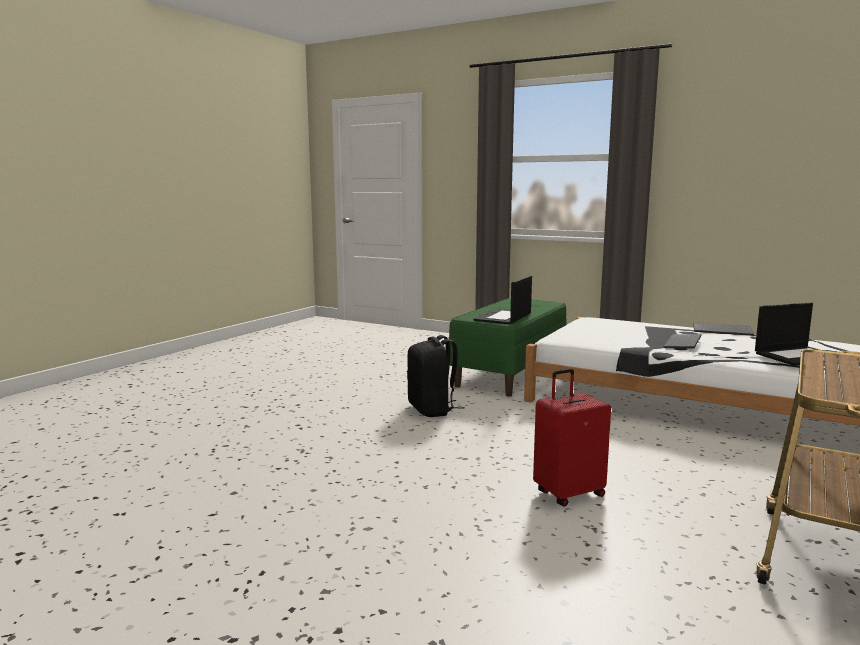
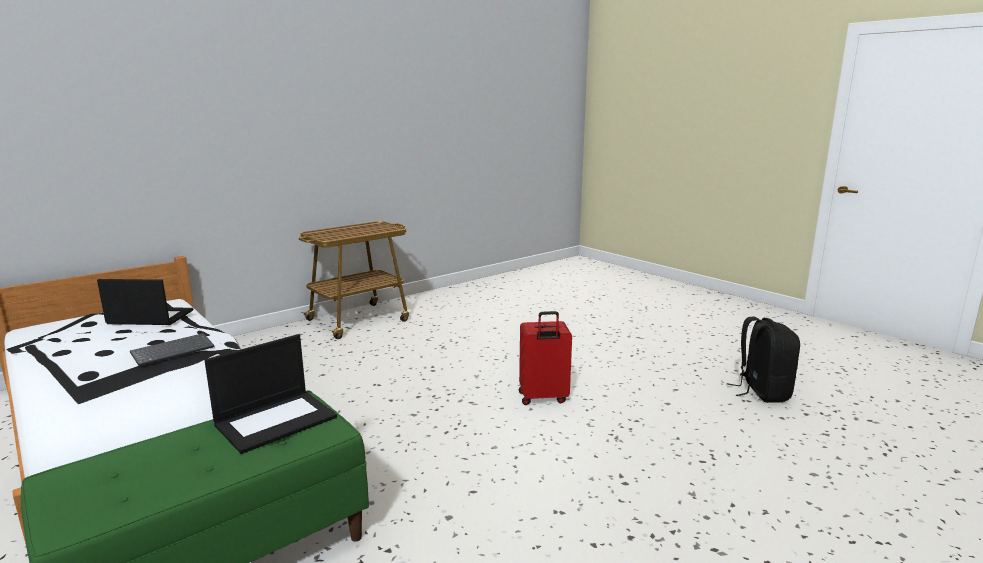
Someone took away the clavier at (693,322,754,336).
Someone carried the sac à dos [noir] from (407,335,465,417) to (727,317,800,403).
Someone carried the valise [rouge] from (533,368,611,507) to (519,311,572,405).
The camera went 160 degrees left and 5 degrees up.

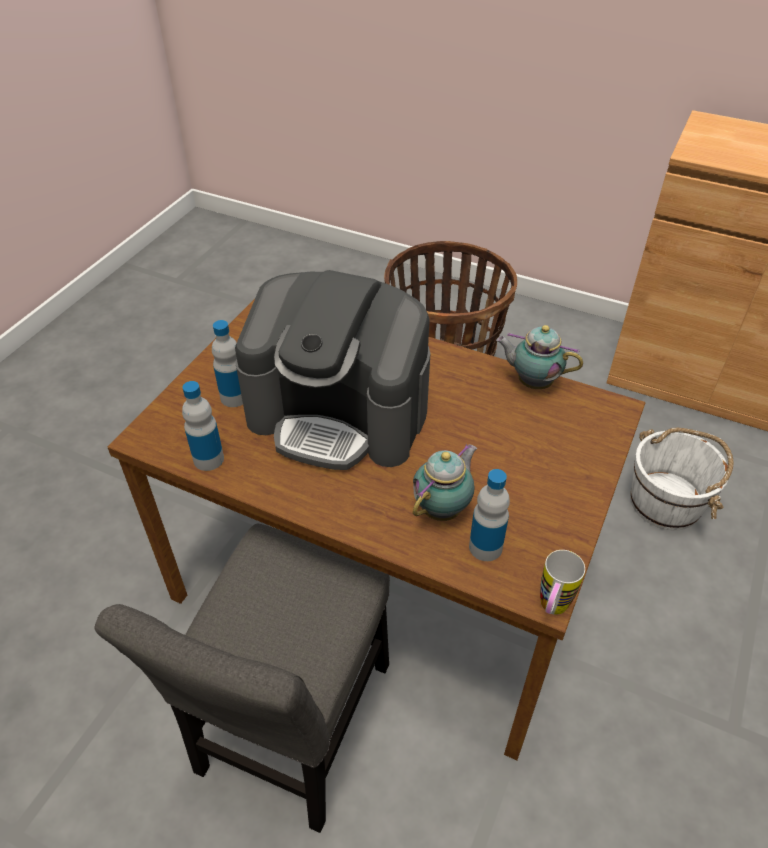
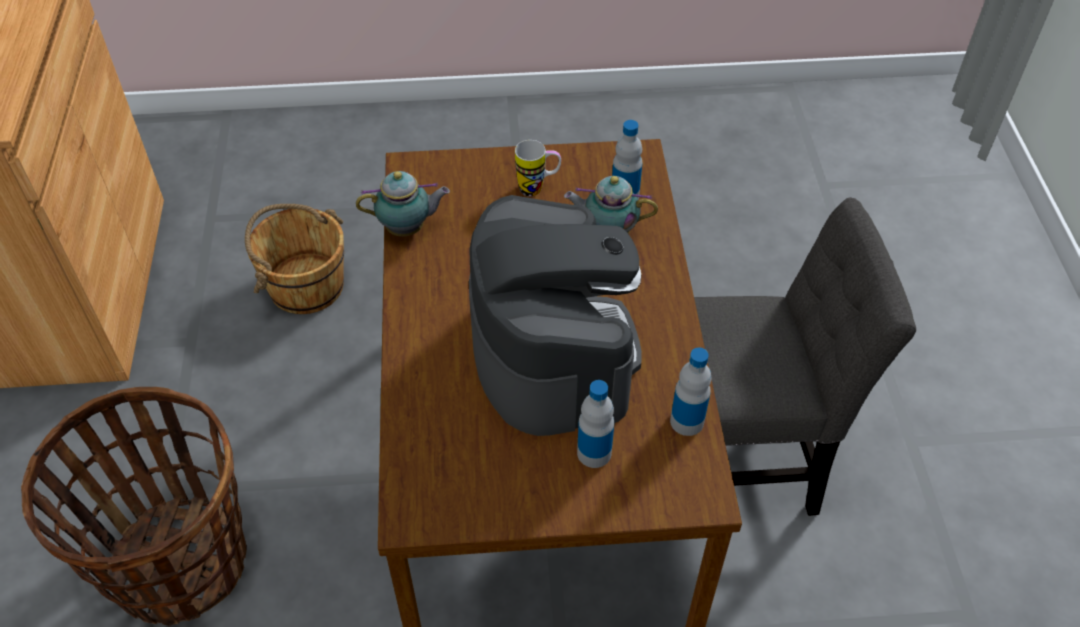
Someone rotated the théière at (496,325,583,389) by 90 degrees counterclockwise.
Someone repainted the seau [blanc] at (630,428,733,530), which became the seau [marron] at (245,204,344,314).
Someone carried the mug from (540,550,585,615) to (515,140,561,197).
The camera went 120 degrees left and 5 degrees up.

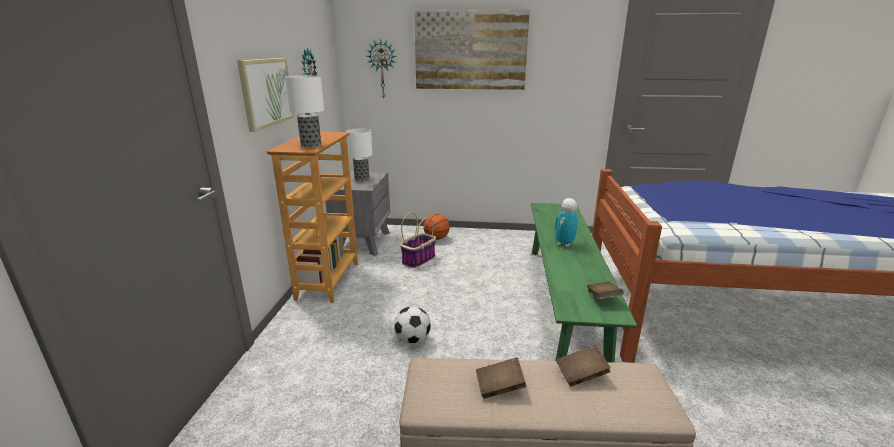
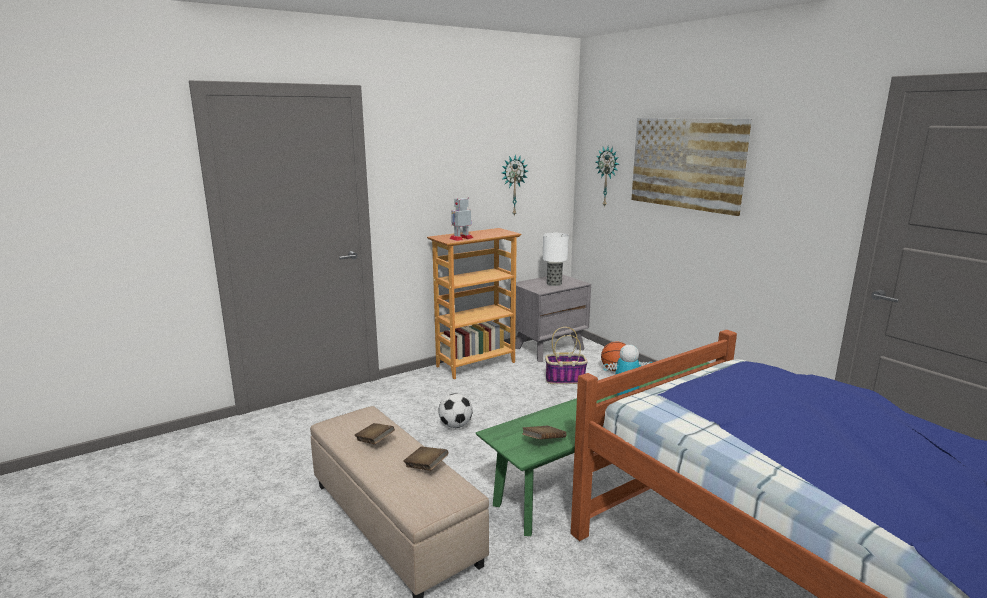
Someone took away the tableau at (237,58,294,132).
Someone swapped the lampe de table at (285,75,324,148) for the robot jouet at (450,198,473,241).
The camera went 50 degrees right and 5 degrees down.

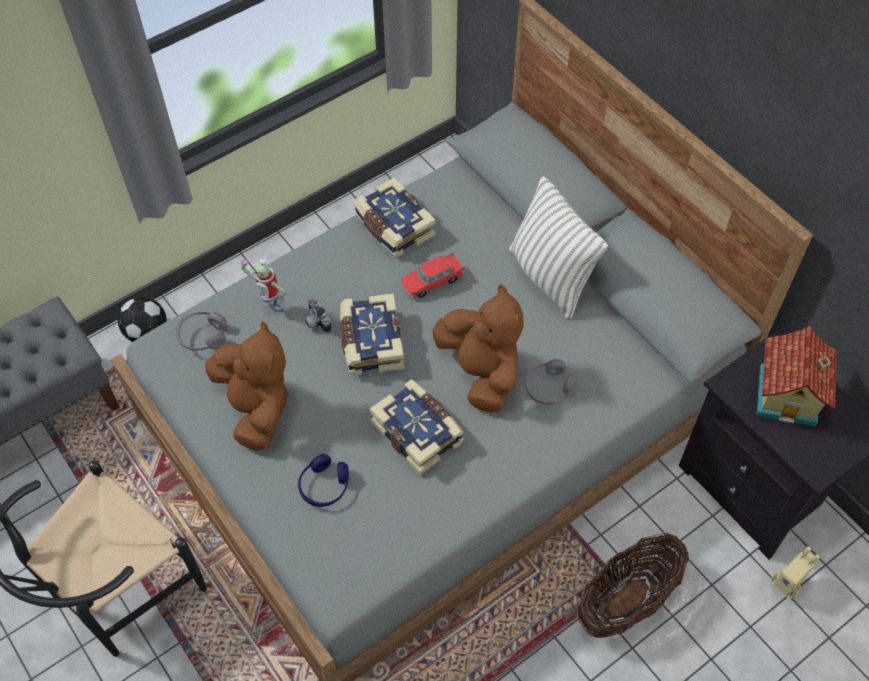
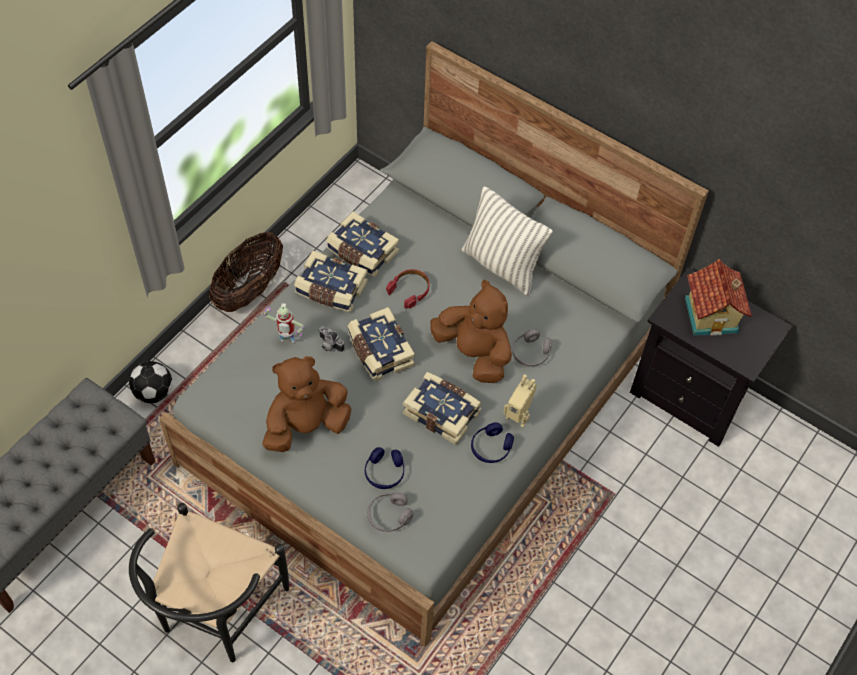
Someone swapped the petite voiture at (401,253,464,298) for the casque audio [rouge] at (386,269,430,308).
Someone carried the casque audio [gris] from (176,312,227,351) to (367,492,414,532).
Someone rotated the peluche [marron] at (205,321,289,451) by 75 degrees counterclockwise.
Someone carried the panier from (577,533,689,638) to (209,232,283,312).
Someone carried the robot jouet from (771,547,820,600) to (503,375,537,427).
Someone put down the livre at (294,251,368,312).
Someone put down the casque audio [bleu] at (471,422,514,463).
The camera went 20 degrees left and 0 degrees up.

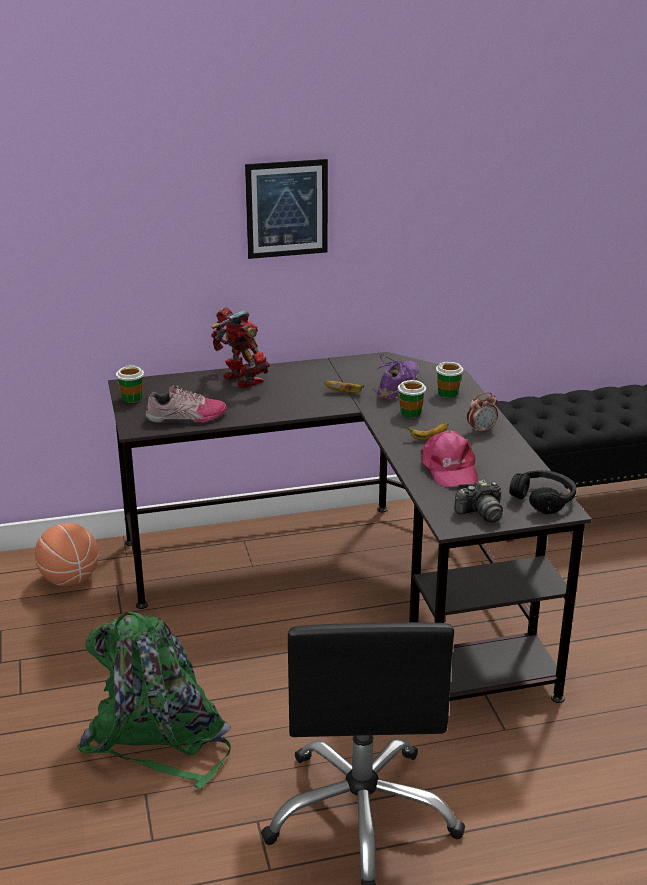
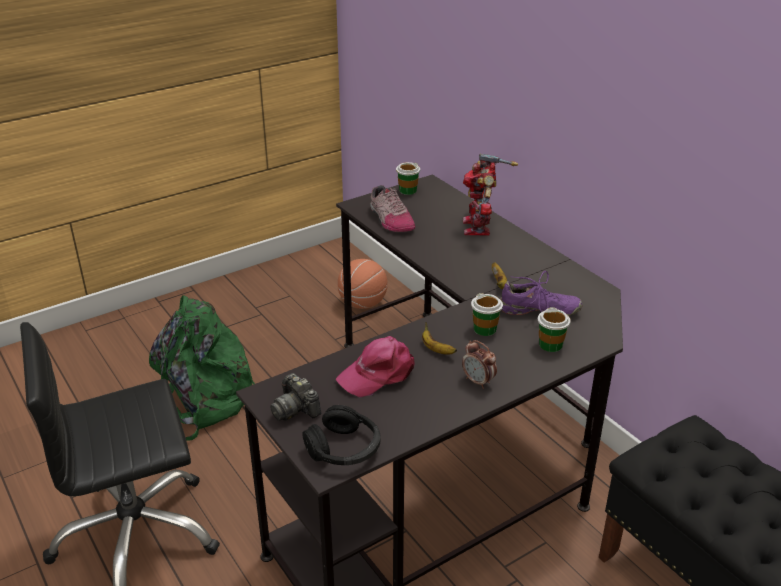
Someone took away the tableau at (245,159,328,259).
Someone rotated the robot jouet at (211,307,270,388) by 150 degrees clockwise.
The camera went 70 degrees right and 5 degrees up.

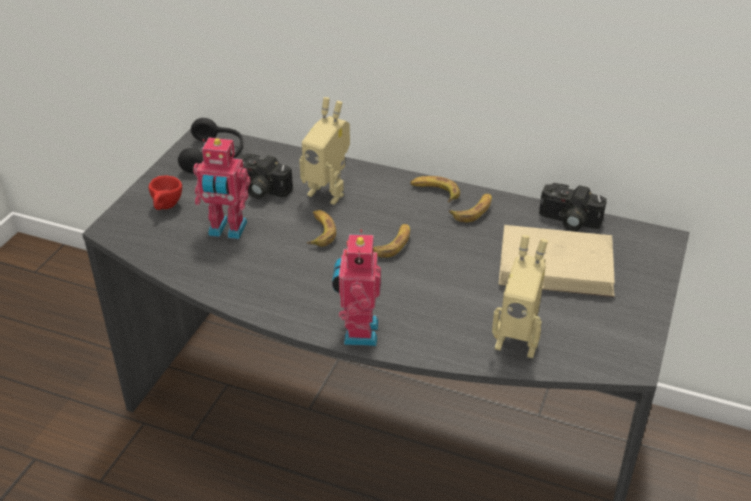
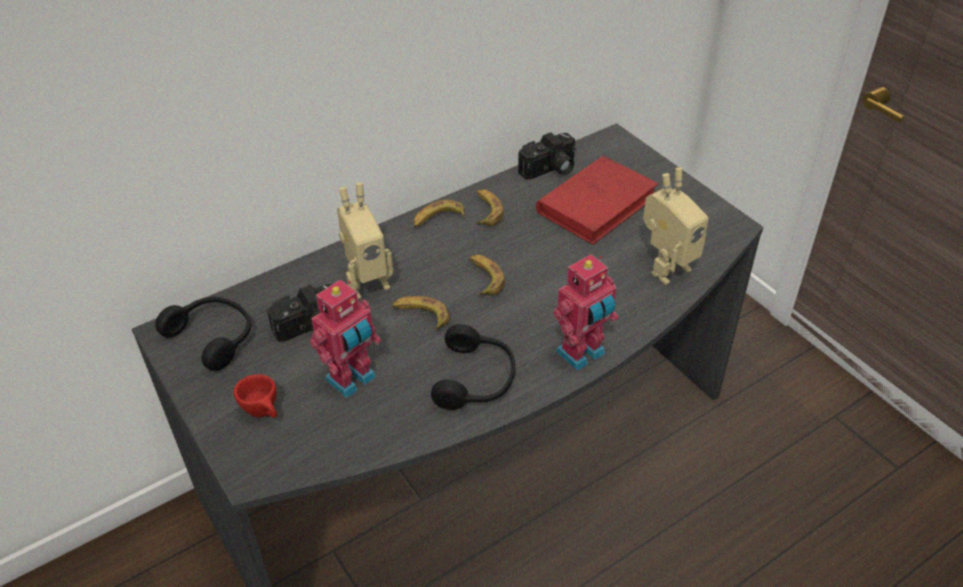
Someone repainted the livre [beige] at (498,225,615,297), which became the livre [rouge] at (536,156,658,245).
Someone rotated the robot jouet at (332,229,381,346) by 75 degrees counterclockwise.
Someone put down the casque audio [noir] at (431,324,516,410).
The camera went 55 degrees left and 5 degrees up.

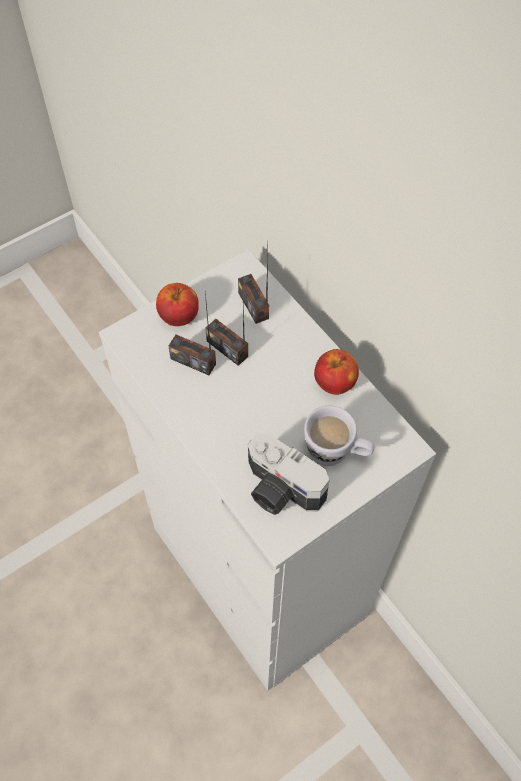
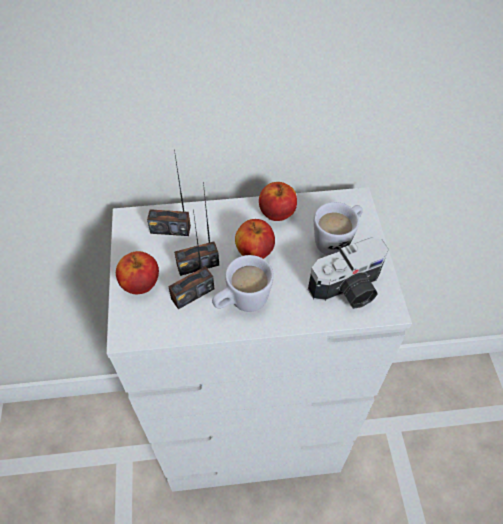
Someone put down the pomme at (235,219,275,259).
Someone put down the mug [blanc] at (212,255,274,312).
The camera went 60 degrees left and 5 degrees down.

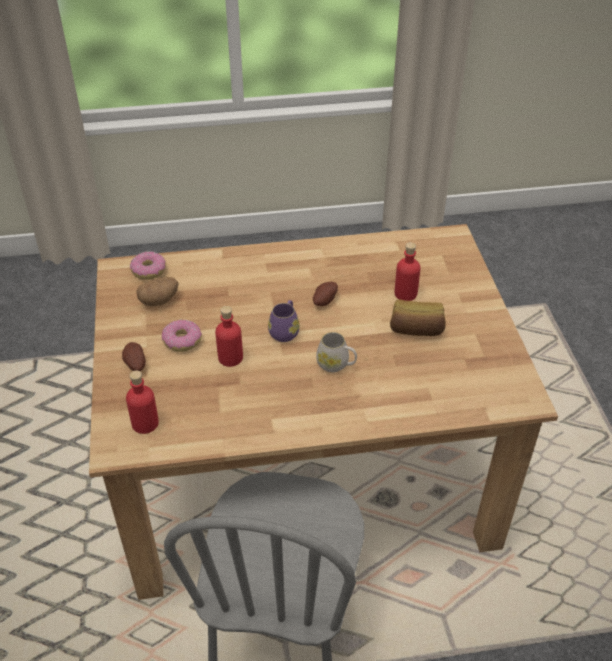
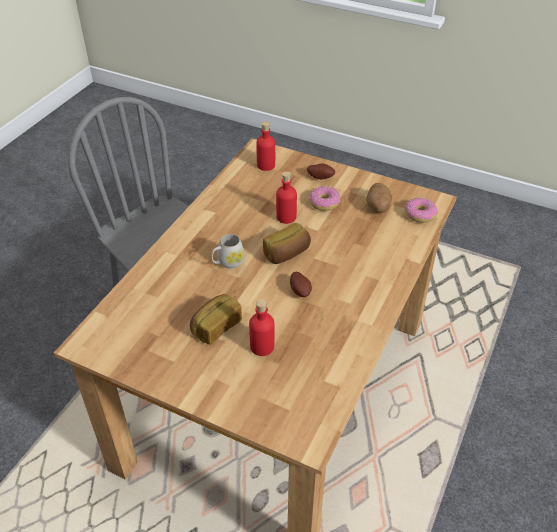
Someone swapped the mug [violet] at (268,300,300,342) for the pain at (263,223,311,264).
The camera went 125 degrees right and 0 degrees up.

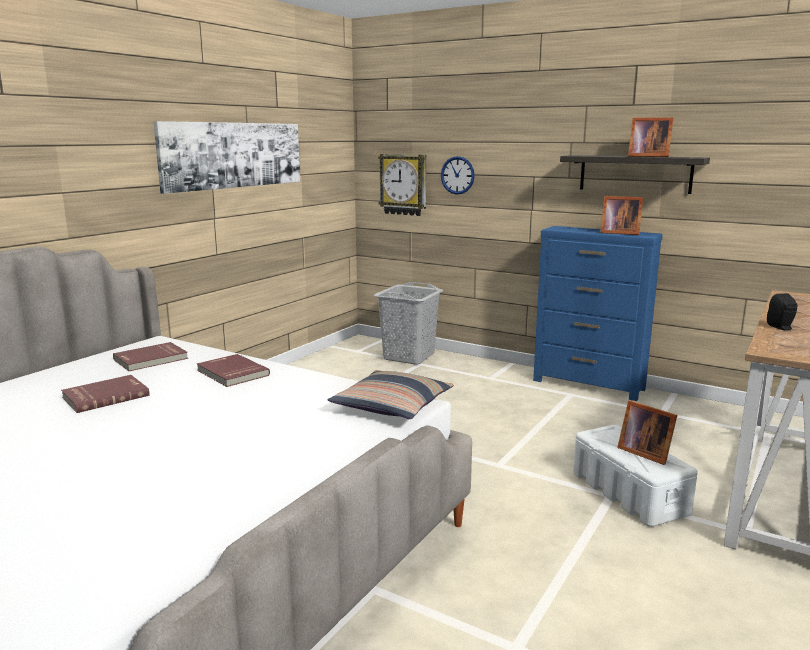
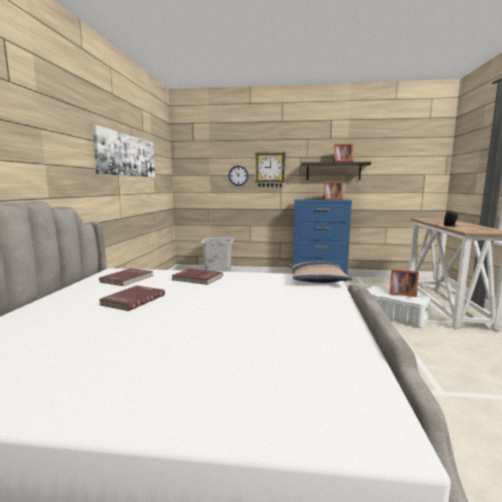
Someone carried the horloge murale from (378,154,426,216) to (255,152,286,187).
The camera went 25 degrees left and 5 degrees down.

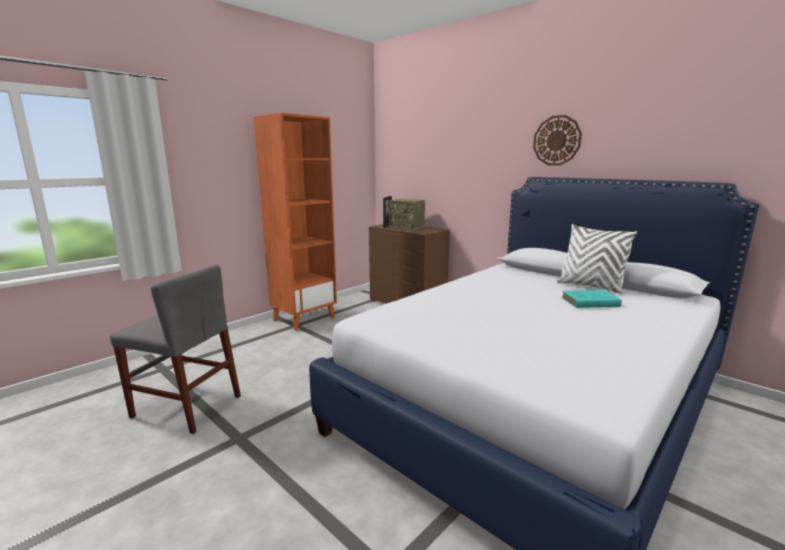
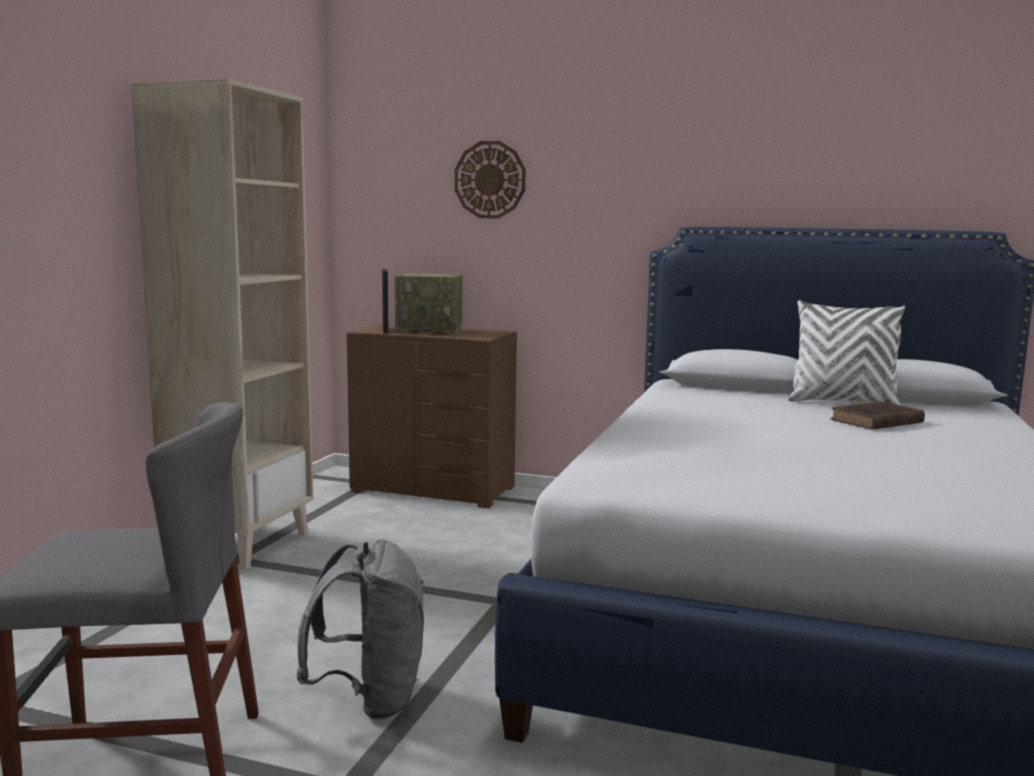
Someone repainted the bibliothèque [orange] at (254,113,337,331), which became the bibliothèque [beige] at (131,79,313,570).
Someone carried the horloge murale from (533,115,582,166) to (454,141,526,219).
Someone repainted the livre [turquoise] at (562,290,622,308), which became the livre [marron] at (831,402,925,430).
Someone put down the sac à dos [gris] at (296,540,424,720).
The camera went 25 degrees left and 5 degrees down.

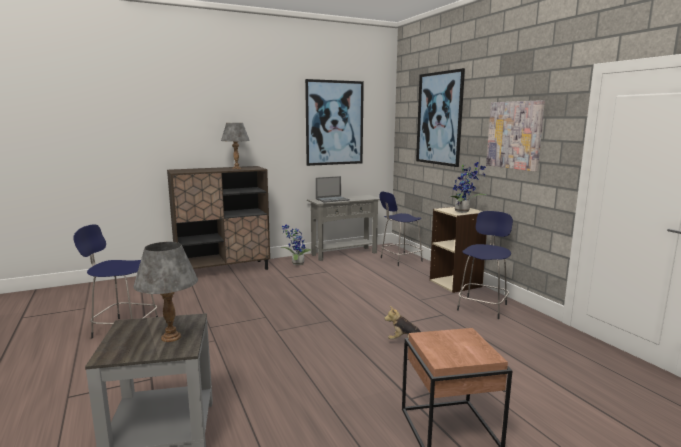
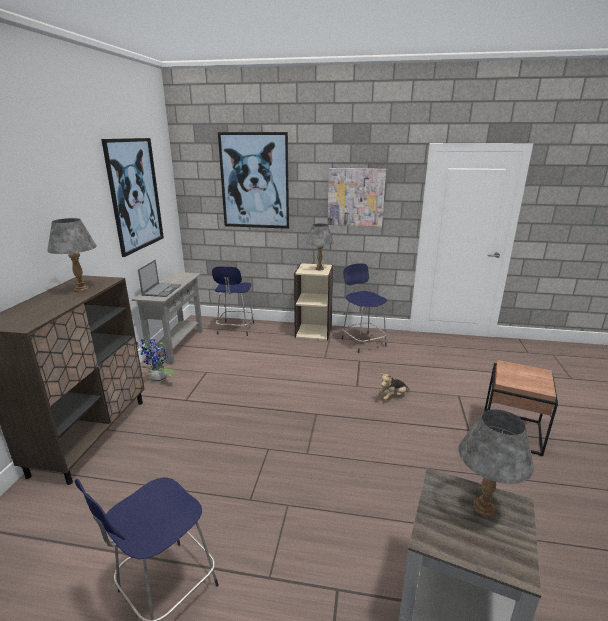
Someone swapped the plante en pot at (450,162,486,212) for the lampe de table [gris] at (306,223,334,270).
The camera went 55 degrees left and 10 degrees up.

